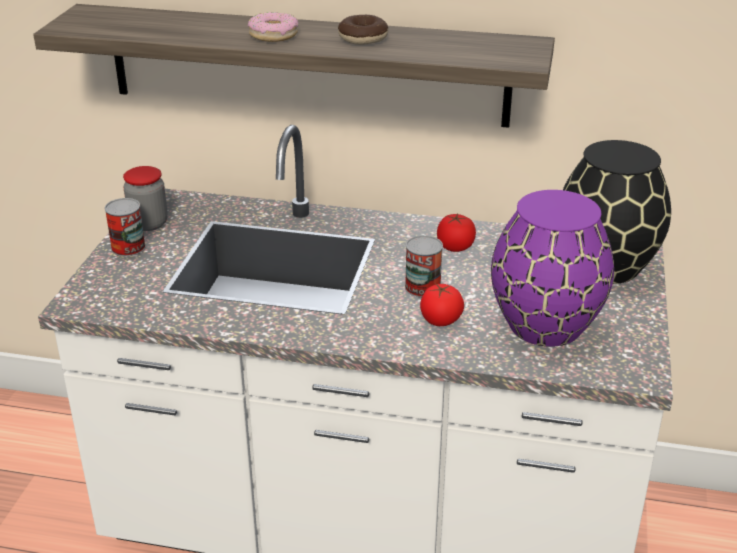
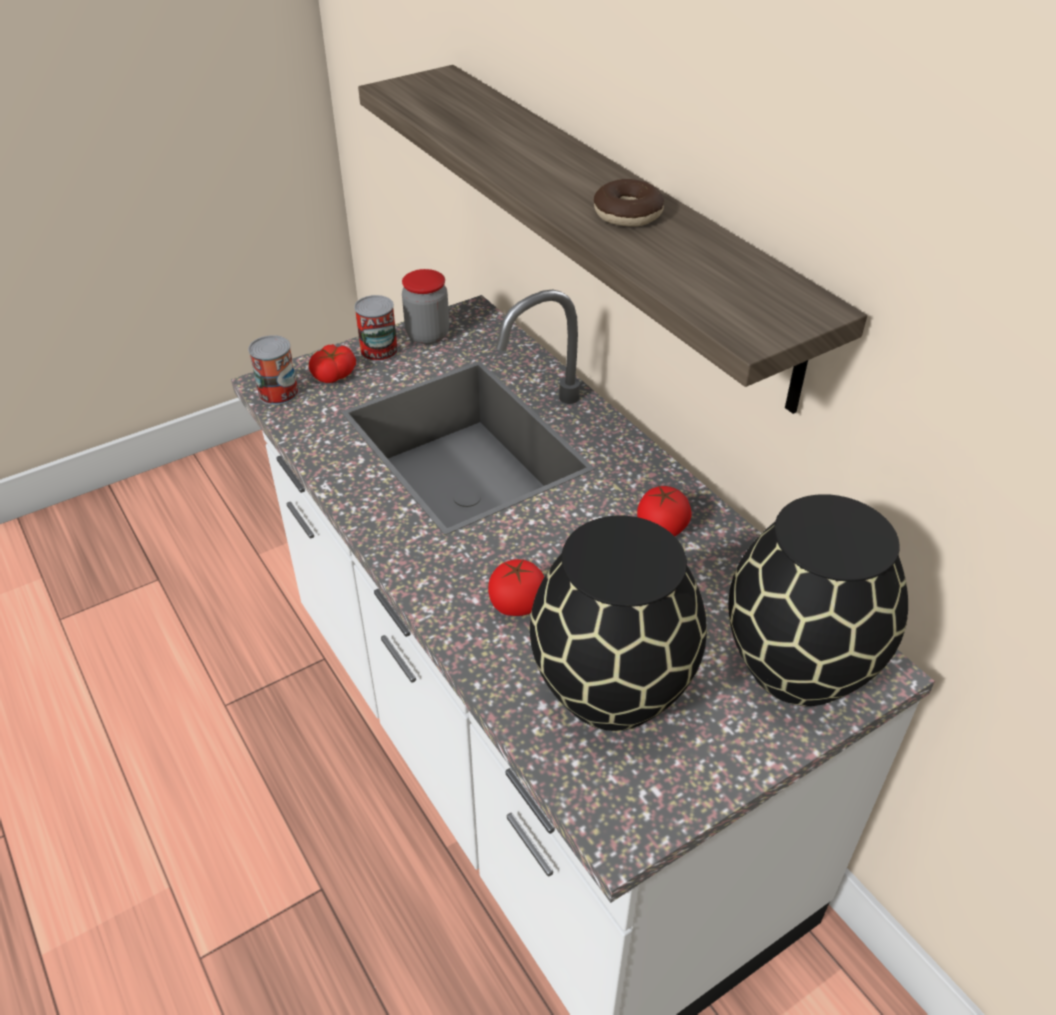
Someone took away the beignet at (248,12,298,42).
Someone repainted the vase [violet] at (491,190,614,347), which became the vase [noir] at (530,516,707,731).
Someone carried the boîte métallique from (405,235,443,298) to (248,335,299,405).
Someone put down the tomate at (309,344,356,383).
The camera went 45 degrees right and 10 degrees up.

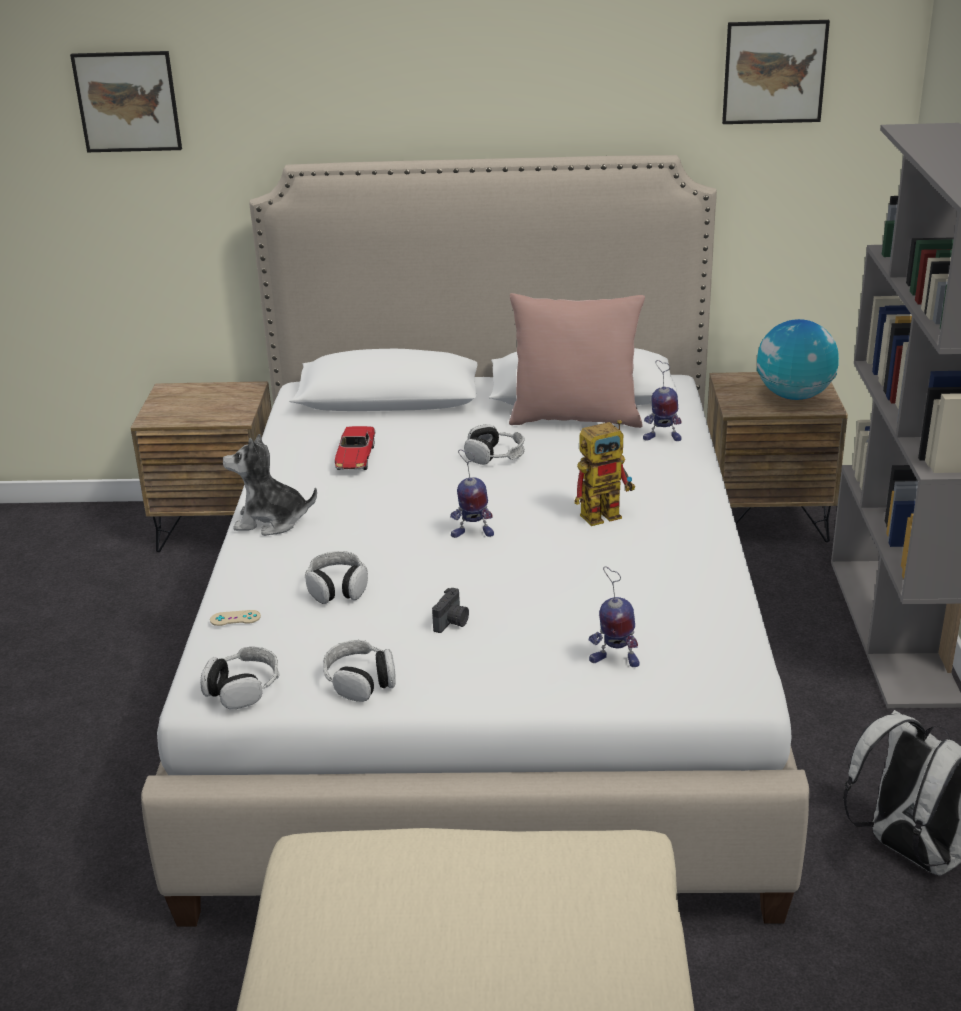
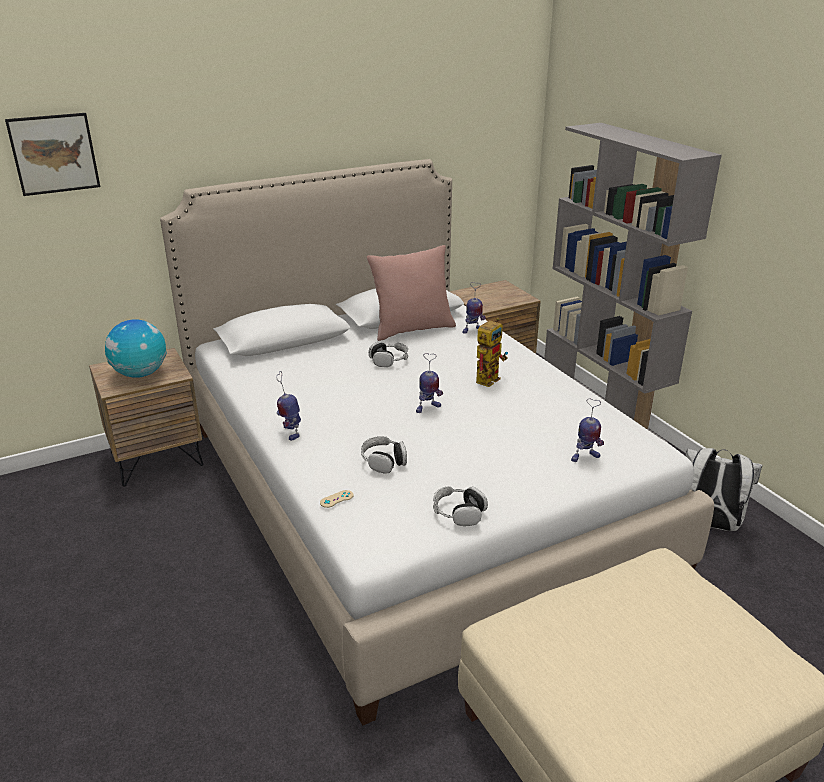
Someone took away the tableau at (722,20,830,124).
Someone carried the globe from (757,319,839,400) to (105,319,167,378).
Someone took away the petite voiture at (335,426,375,470).
Someone swapped the peluche at (223,434,317,536) for the robot jouet at (277,371,301,441).
Someone took away the appareil photo at (432,588,469,633).
Someone took away the casque audio at (200,647,279,709).
The camera went 30 degrees left and 0 degrees up.

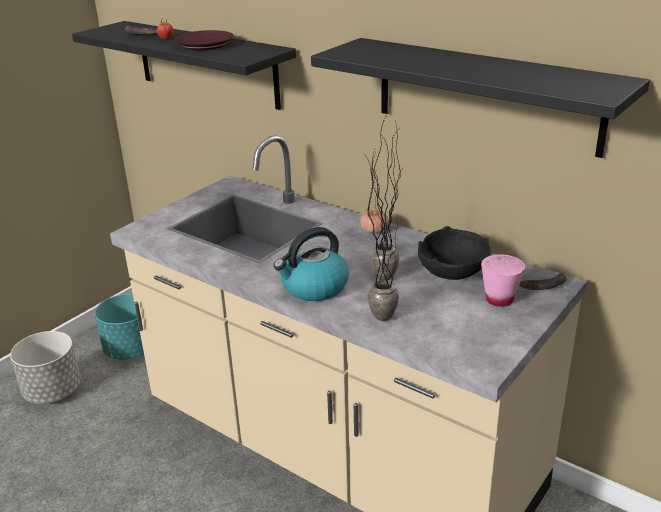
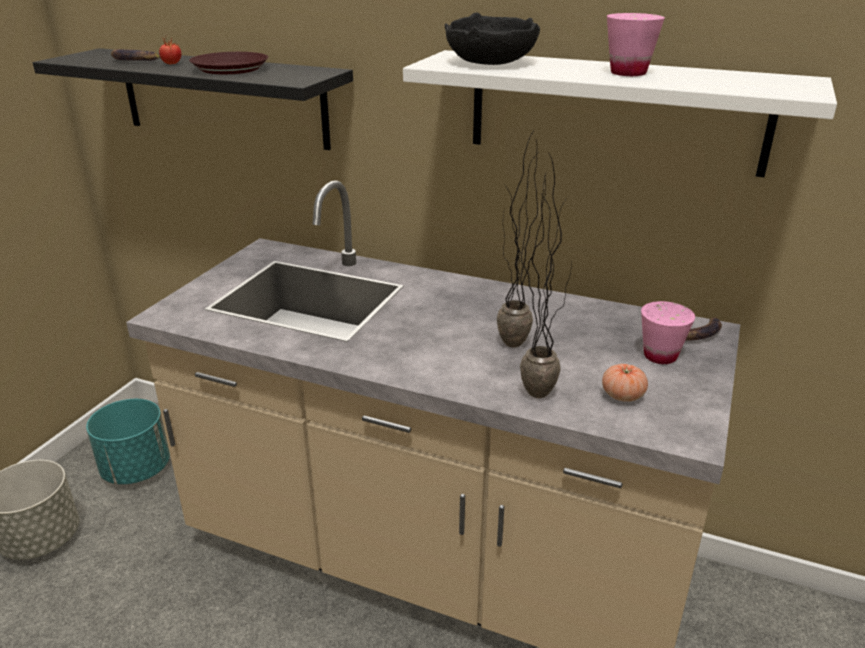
Someone repainted the étagère [noir] at (311,38,650,158), which became the étagère [blanc] at (403,50,837,177).
Someone carried the tomate from (360,210,389,233) to (602,364,648,402).
Someone carried the bol [noir] from (418,226,491,280) to (445,12,540,65).
Someone took away the bouilloire at (274,227,349,301).
Someone put down the tasse [rose] at (607,13,665,76).
The camera went 15 degrees left and 0 degrees up.

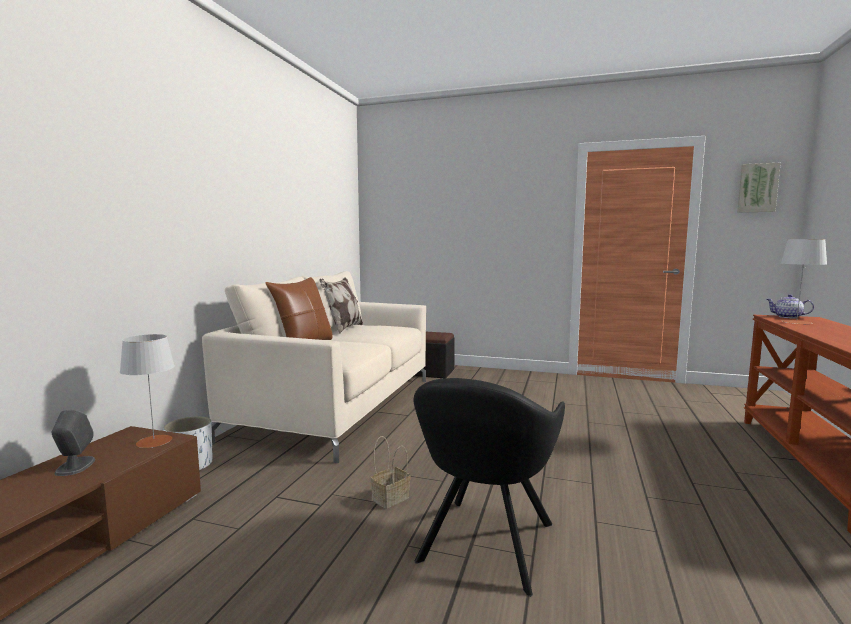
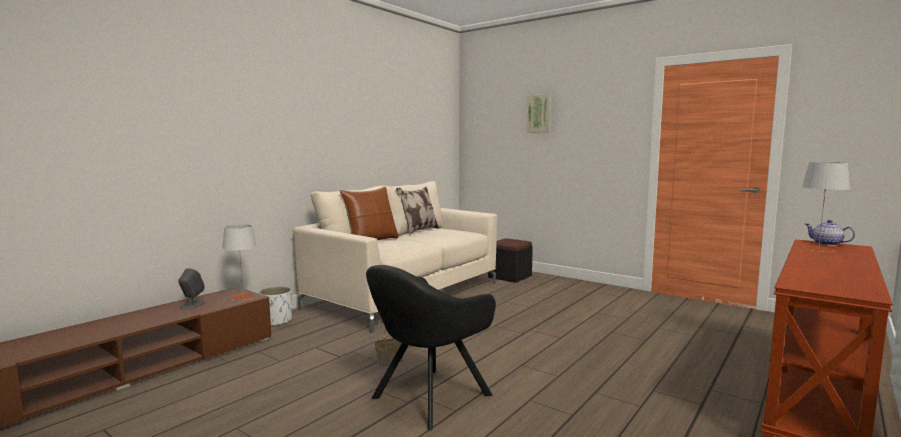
Someone carried the tableau from (737,162,781,212) to (526,94,552,133).
The camera went 20 degrees right and 0 degrees up.

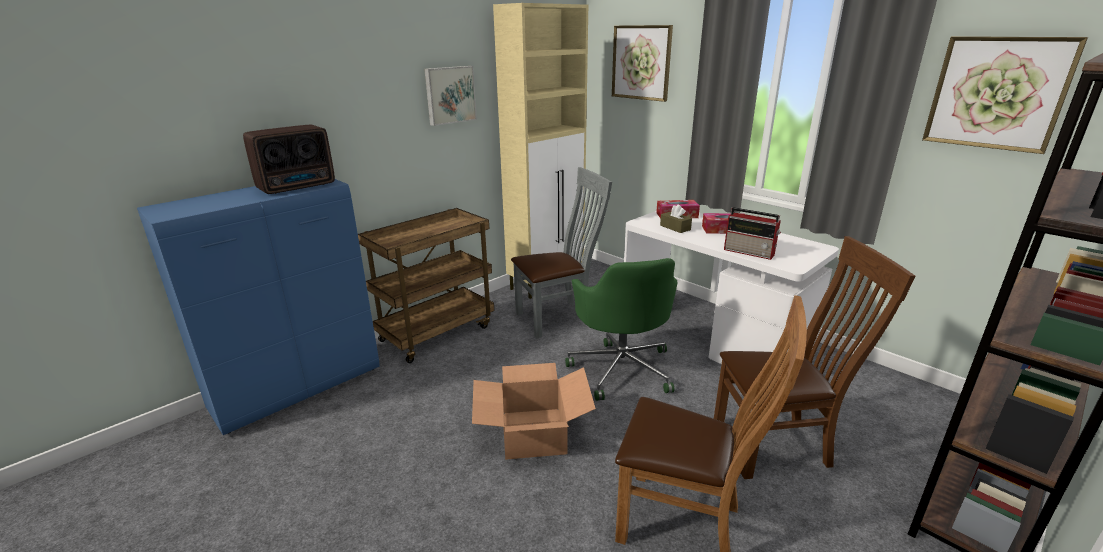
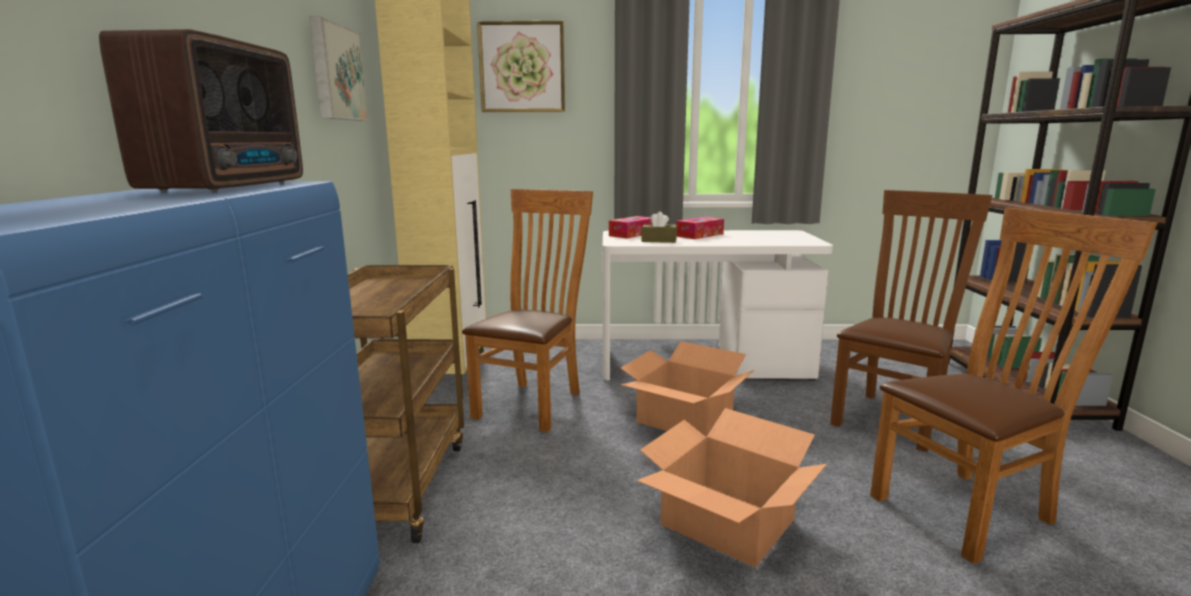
Someone took away the tableau at (922,36,1088,154).
Someone repainted the chaise [gris] at (511,167,612,339), which became the chaise [marron] at (462,189,593,432).
Someone took away the radio at (724,207,781,260).
Someone swapped the chaise de bureau [vert] at (565,258,677,401) for the carton at (621,341,754,437).
The camera went 45 degrees left and 10 degrees down.

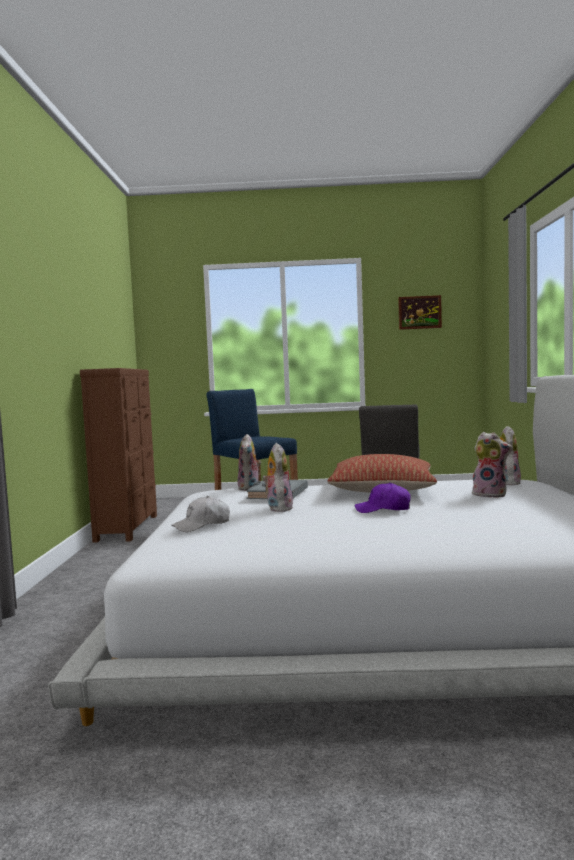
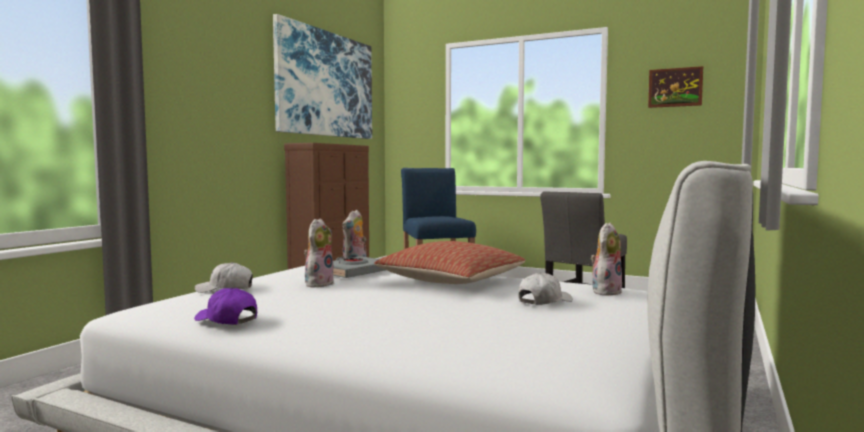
Someone swapped the peluche at (472,432,512,498) for the casquette [blanc] at (518,273,573,305).
Someone carried the casquette [violet] from (354,483,411,513) to (194,287,257,325).
Someone put up the tableau at (273,14,372,139).
The camera went 25 degrees right and 0 degrees up.

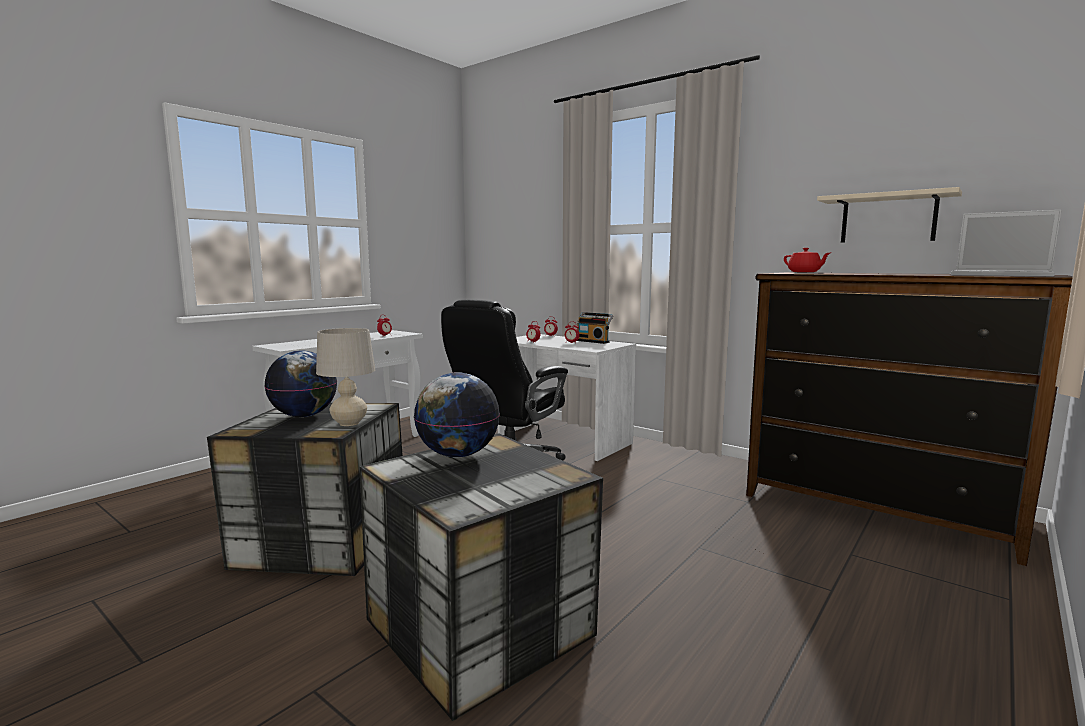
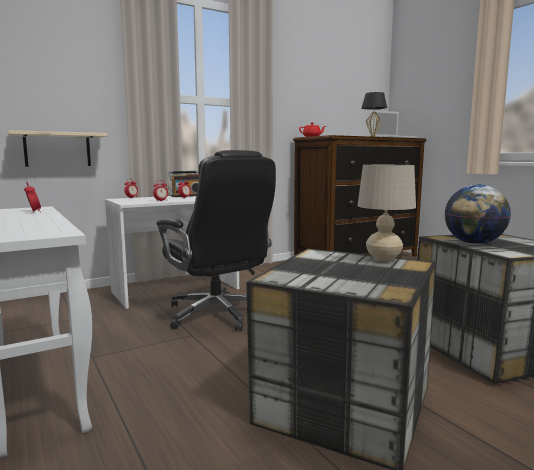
Someone carried the étagère [beige] from (817,187,962,242) to (7,130,107,167).
Someone took away the globe at (264,350,337,417).
Someone put down the lampe de table [noir] at (361,92,387,137).
The camera went 70 degrees left and 0 degrees up.

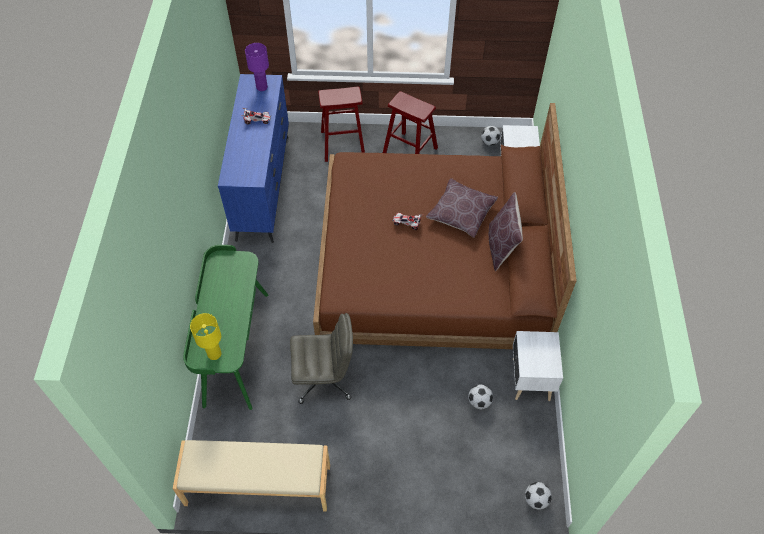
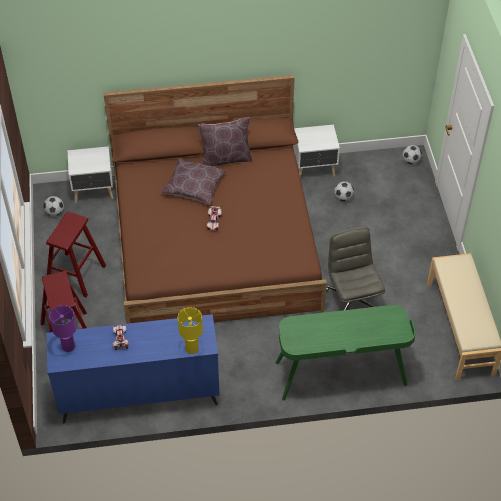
Someone carried the lampe de table [jaune] from (190,313,221,360) to (178,307,203,354).
The camera went 100 degrees left and 5 degrees down.

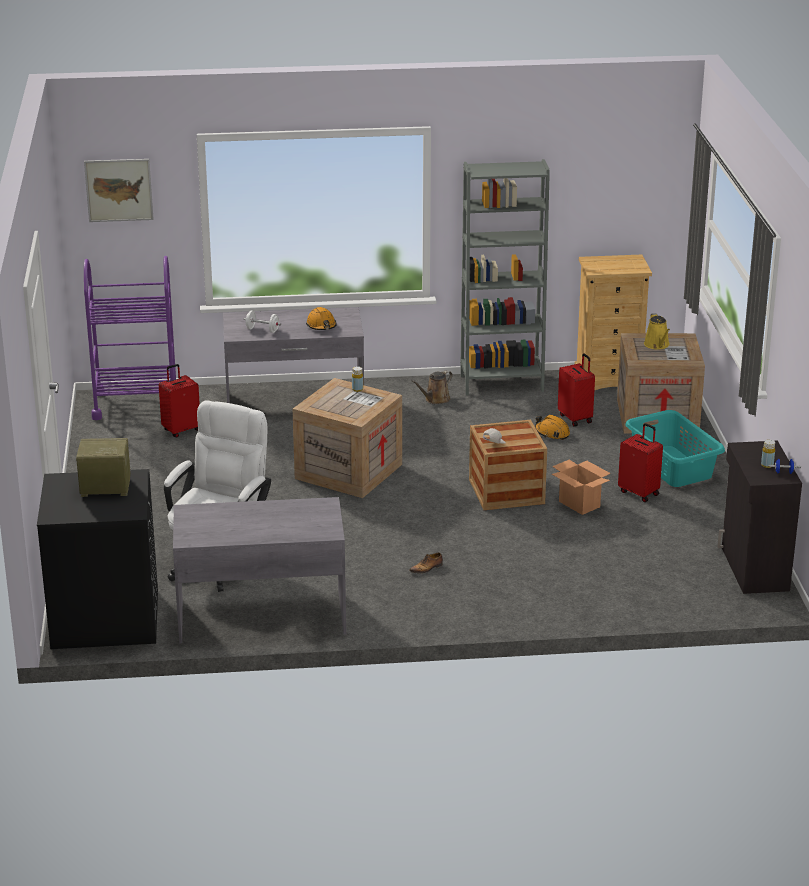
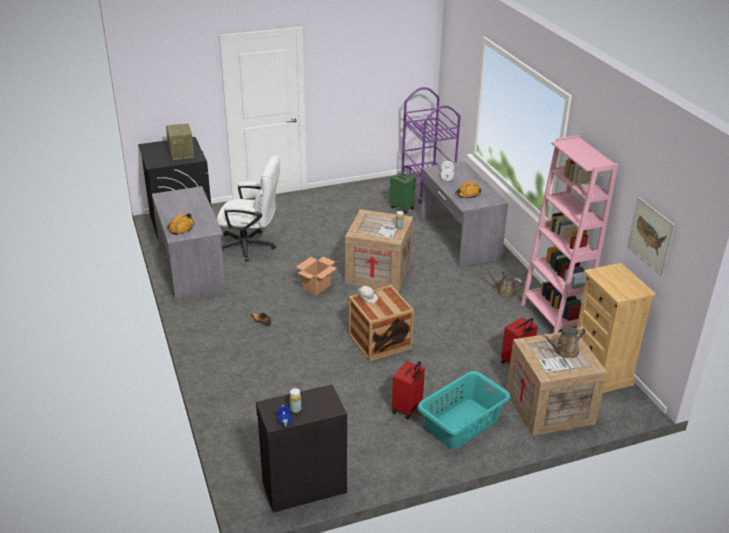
Someone carried the tableau from (84,159,154,222) to (627,197,675,276).
Someone repainted the bibliothèque [gris] at (460,159,550,395), which became the bibliothèque [rose] at (521,135,618,333).
Someone repainted the arrosoir [jaune] at (644,313,670,349), which became the arrosoir [marron] at (542,327,585,358).
Someone repainted the valise [rouge] at (159,364,200,438), which became the valise [vert] at (389,166,416,214).
Someone carried the casque de chantier [orange] from (535,415,570,440) to (167,213,194,235).
Someone carried the carton from (552,460,611,515) to (296,257,337,296).
The camera went 75 degrees right and 5 degrees up.

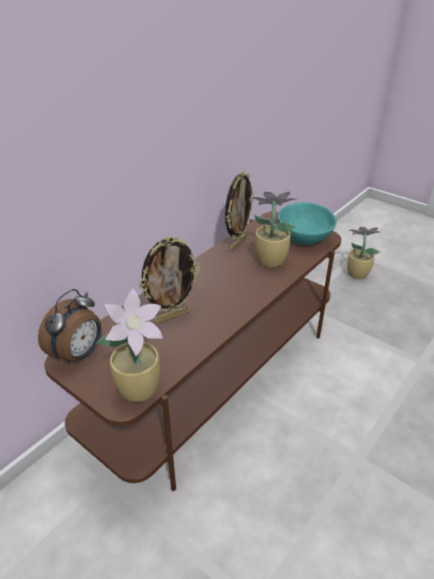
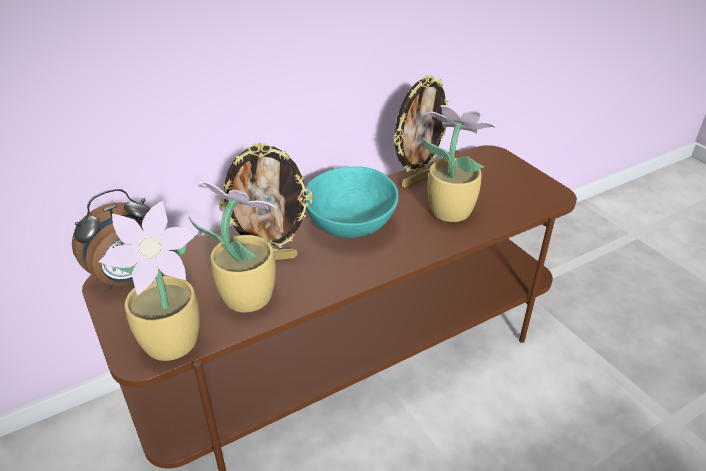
Someone carried the bol [turquoise] from (278,202,337,245) to (306,166,399,238).
Someone carried the plante en pot from (347,226,382,279) to (188,181,276,313).
The camera went 20 degrees right and 0 degrees up.

